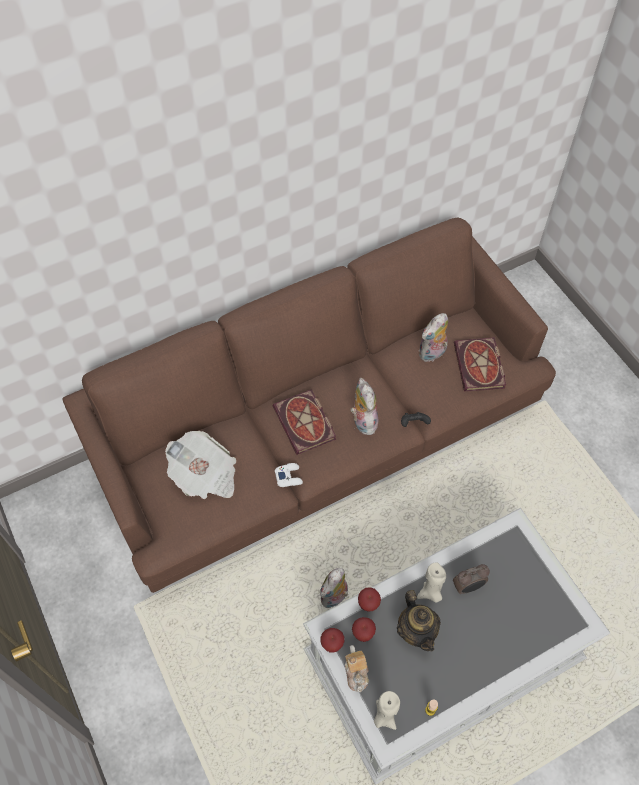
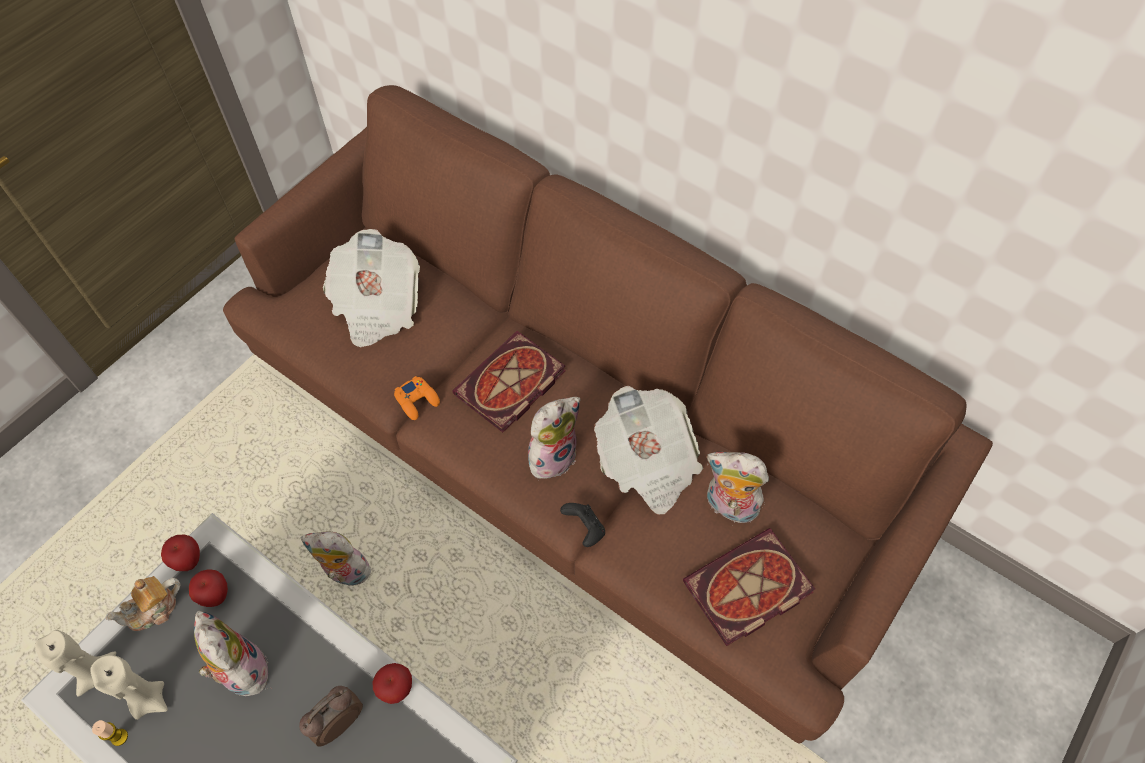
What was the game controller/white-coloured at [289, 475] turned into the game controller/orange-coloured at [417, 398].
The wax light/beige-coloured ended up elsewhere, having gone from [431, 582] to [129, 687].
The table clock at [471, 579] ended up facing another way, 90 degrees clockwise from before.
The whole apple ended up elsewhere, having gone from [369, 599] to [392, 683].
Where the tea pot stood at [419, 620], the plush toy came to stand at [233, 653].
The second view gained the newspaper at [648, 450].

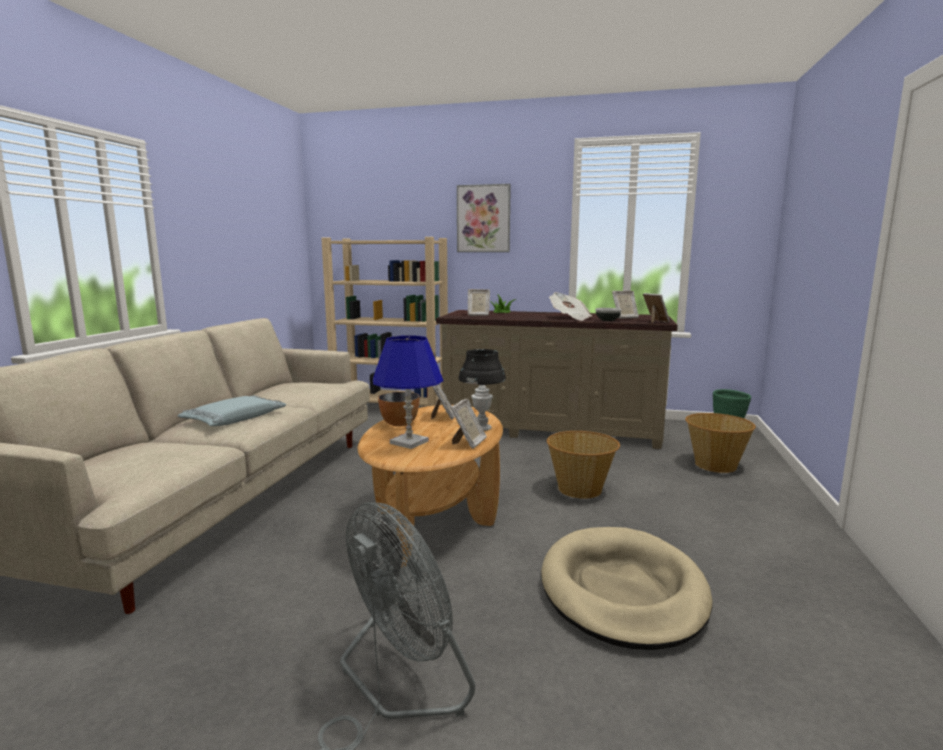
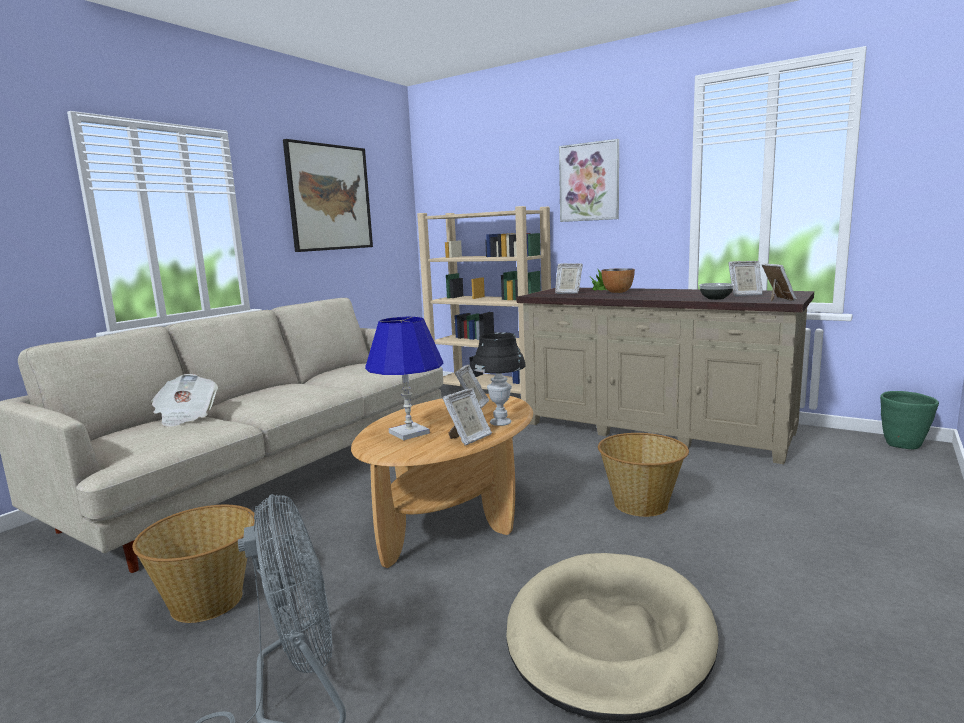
The newspaper ended up elsewhere, having gone from [570, 306] to [184, 400].
The deep dish ended up elsewhere, having gone from [399, 409] to [618, 280].
The second view lost the pillow/bluish at [232, 410].
The basket ended up elsewhere, having gone from [720, 443] to [194, 564].
The second view gained the picture at [328, 195].

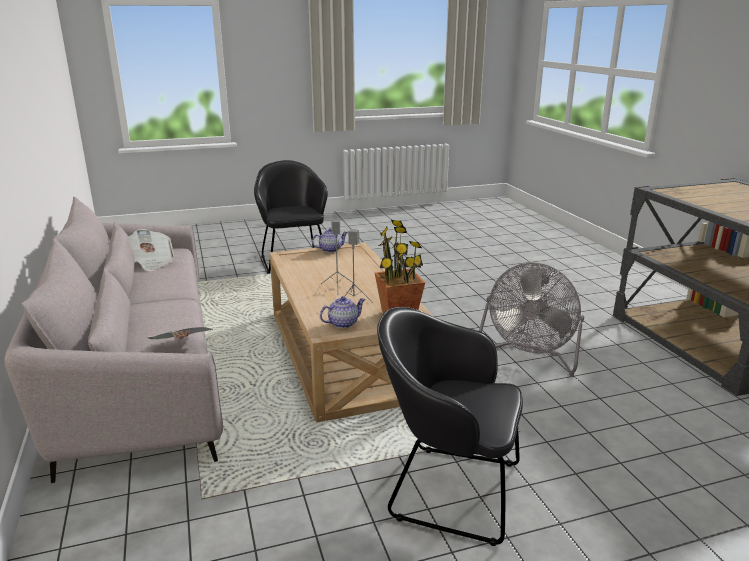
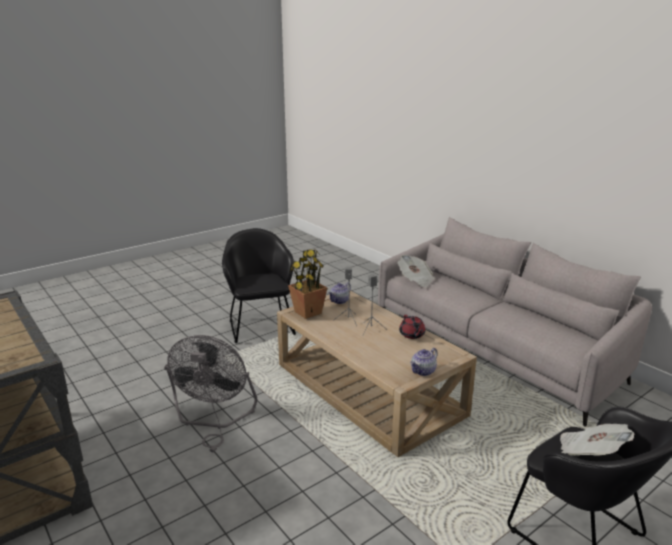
The newspaper ended up elsewhere, having gone from [150, 250] to [597, 440].
The lounge chair/black at [450, 426] ended up facing another way, 105 degrees counterclockwise from before.
The second view gained the tea pot/reddish at [412, 327].

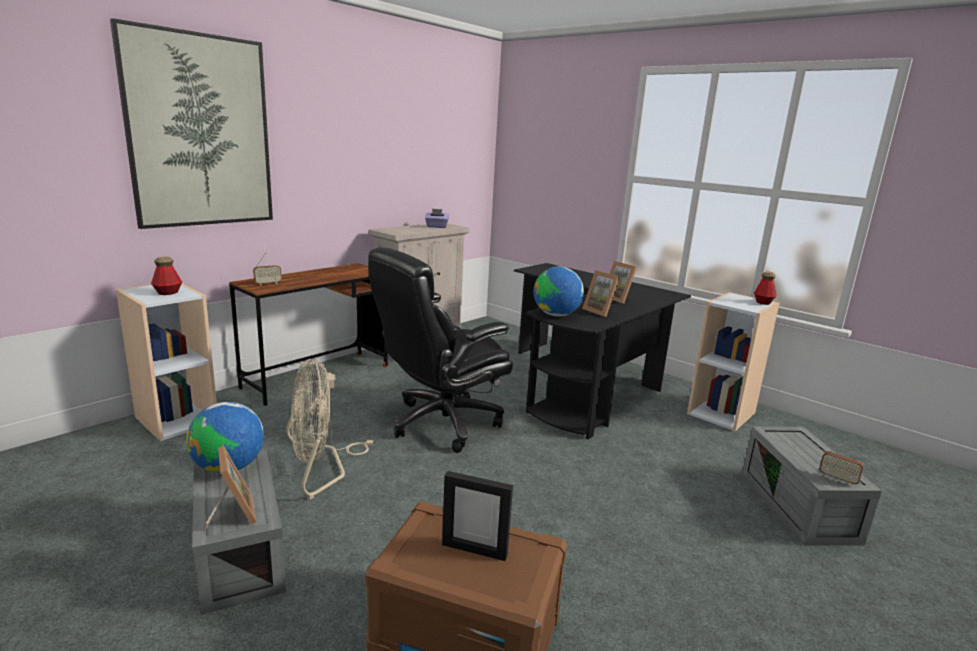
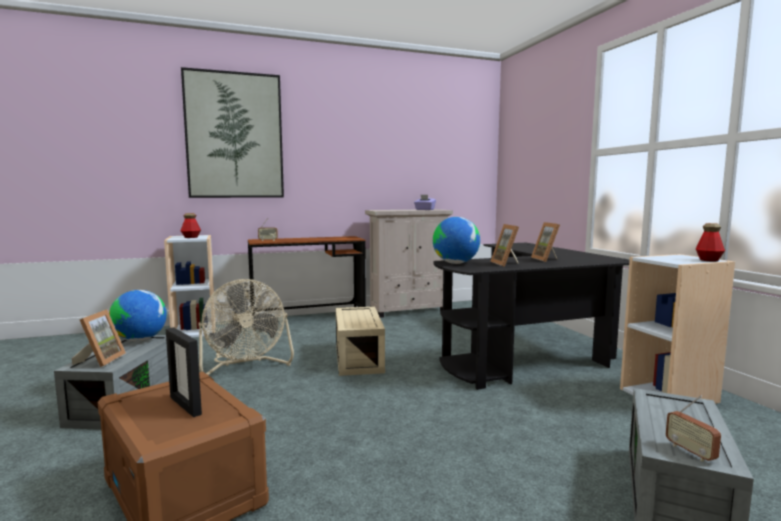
Where the computer chair/black stood at [440, 350], the storage box/beige-coloured came to stand at [360, 341].
The cooling fan/beige-coloured at [330, 429] ended up facing another way, 120 degrees counterclockwise from before.

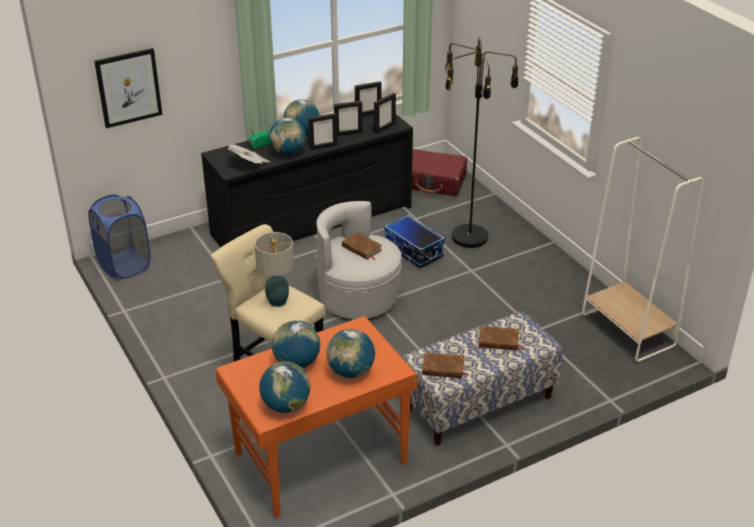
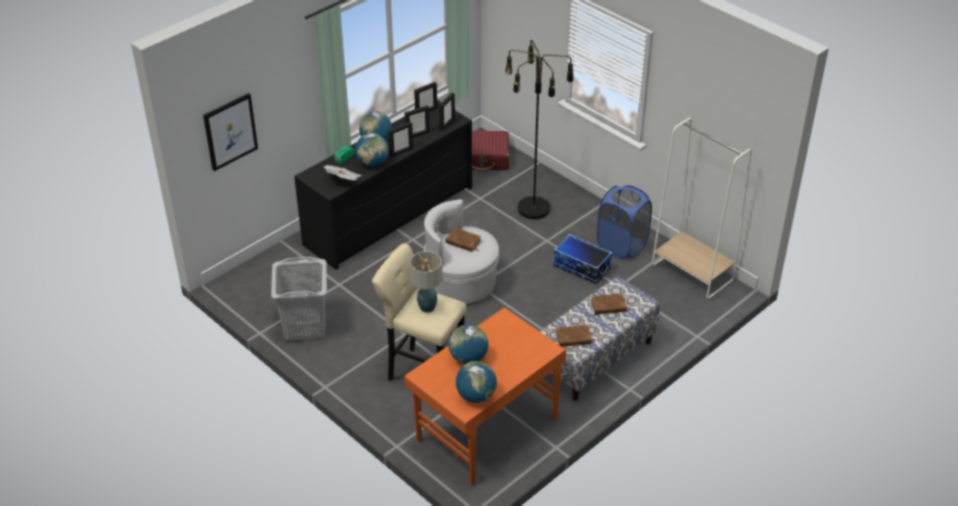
The laundry basket/bluish ended up elsewhere, having gone from [119, 237] to [624, 222].
The storage box ended up elsewhere, having gone from [414, 241] to [583, 259].
The second view lost the desk globe at [350, 353].
The second view gained the laundry basket/grey at [299, 299].

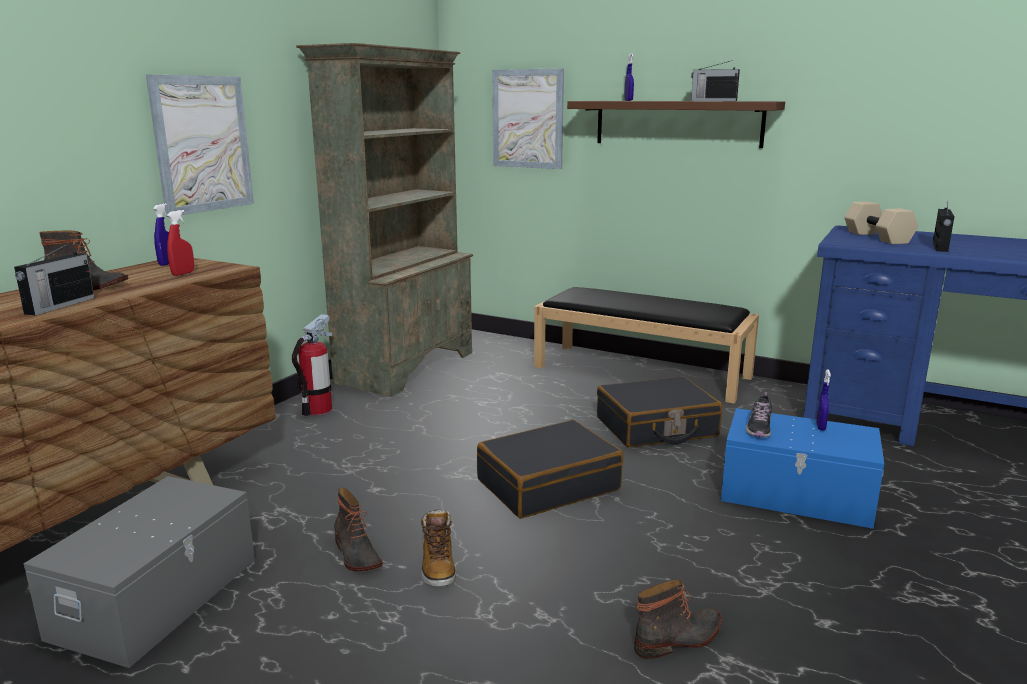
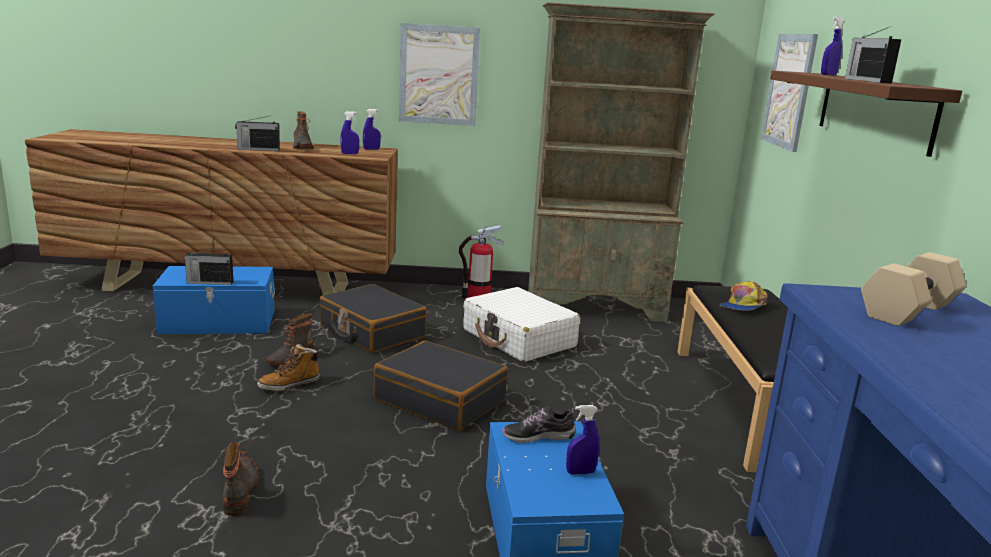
The radio set ended up elsewhere, having gone from [944, 227] to [208, 266].
What was the hand sprayer/reddish at [180, 243] turned into the hand sprayer/bluish at [349, 132].
The travel case/black ended up elsewhere, having gone from [659, 411] to [373, 318].
What was the storage box/grey at [139, 572] turned into the storage box/bluish at [214, 300].
The high-top boot at [678, 619] ended up facing another way, 135 degrees counterclockwise from before.
The second view gained the peaked cap at [743, 296].
The second view gained the travel case/white-coloured at [521, 324].

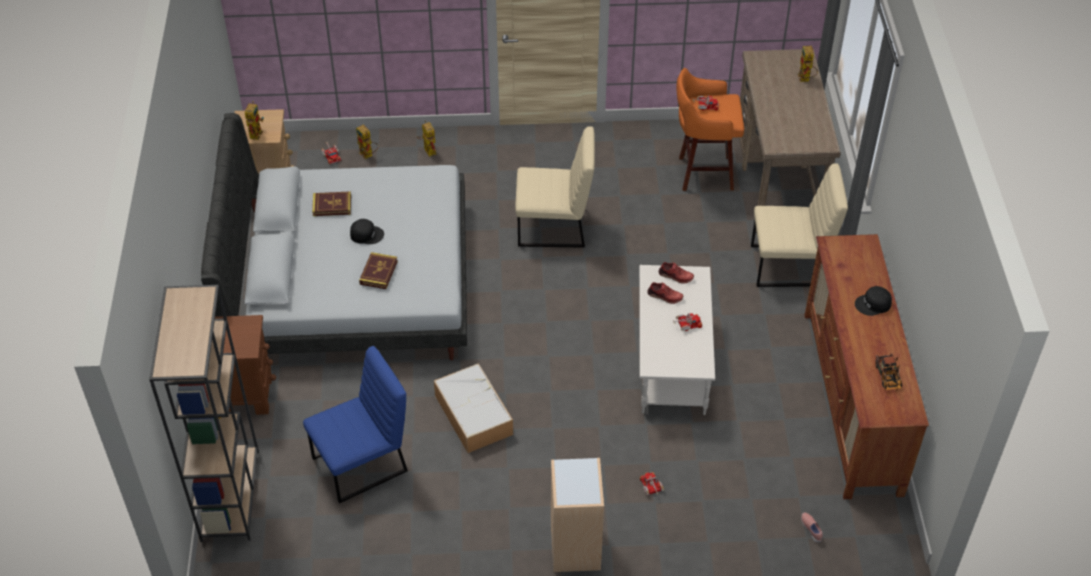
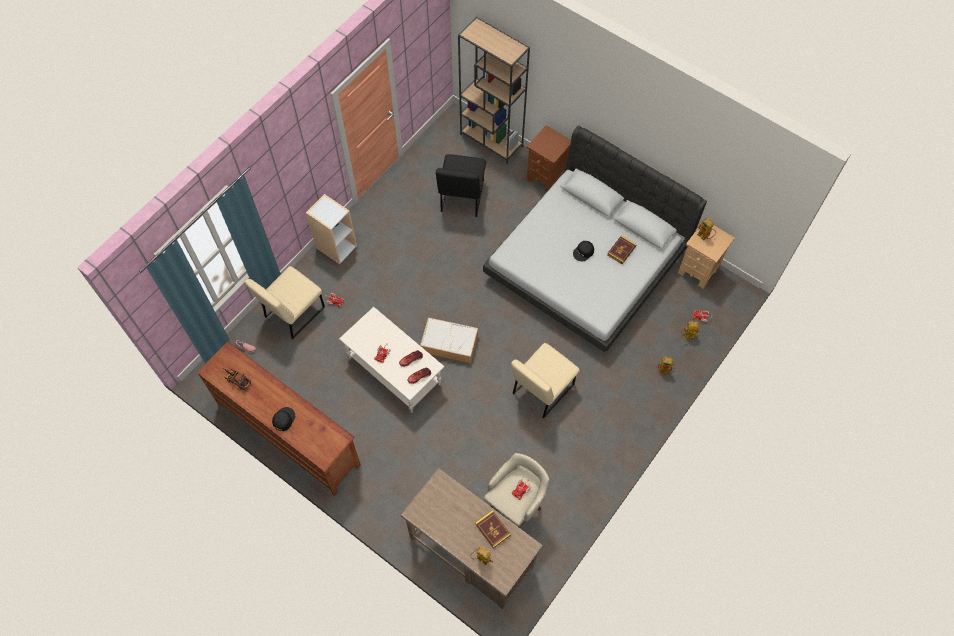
What was the stool/orange-coloured at [710, 129] turned into the stool/beige-coloured at [516, 490].
The chair/beige-coloured ended up elsewhere, having gone from [799, 225] to [285, 302].
The volume ended up elsewhere, having gone from [378, 270] to [493, 529].
What was the chair/bluish at [355, 424] turned into the chair/black at [461, 185].
The storage box ended up elsewhere, having gone from [473, 408] to [449, 340].

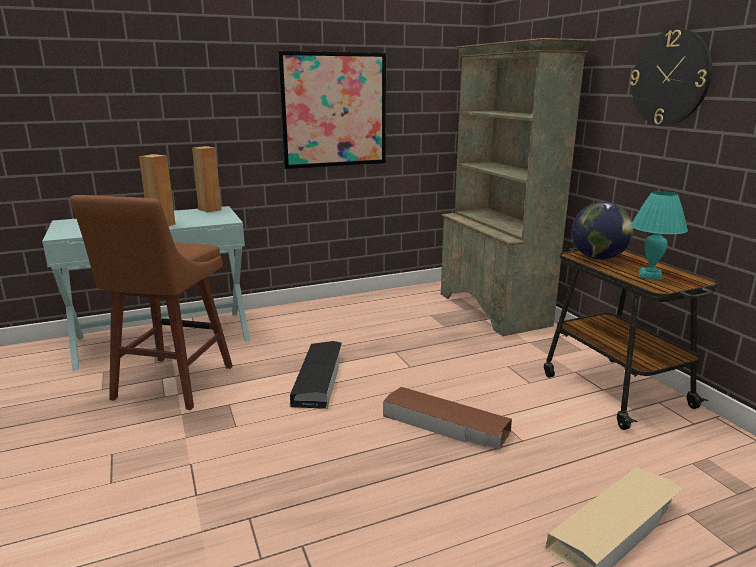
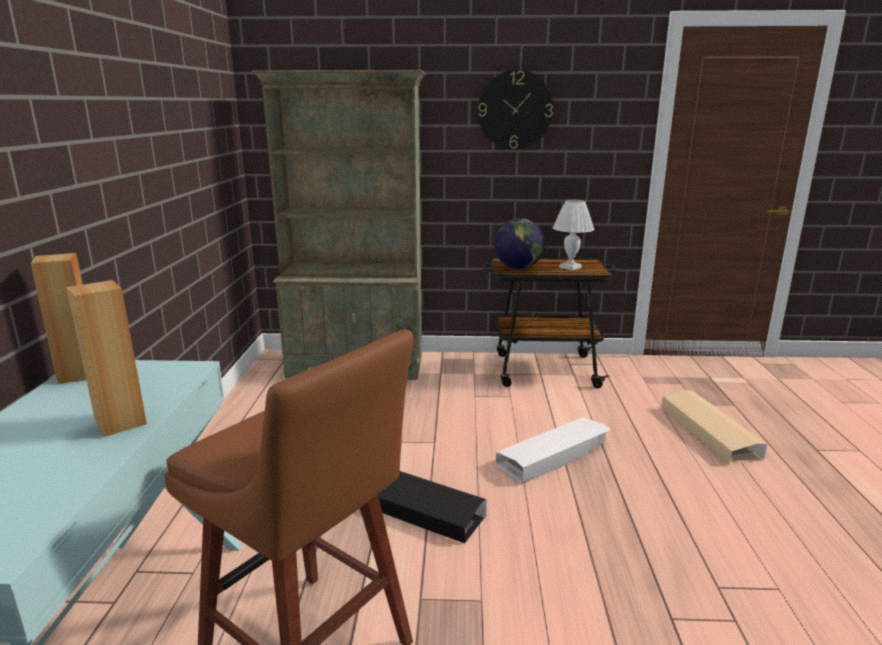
The second view lost the picture at [331, 110].
What was the table lamp/turquoise-coloured at [659, 235] turned into the table lamp/white-coloured at [573, 235].
What was the storage box/brownish at [447, 418] turned into the storage box/white-coloured at [553, 450].

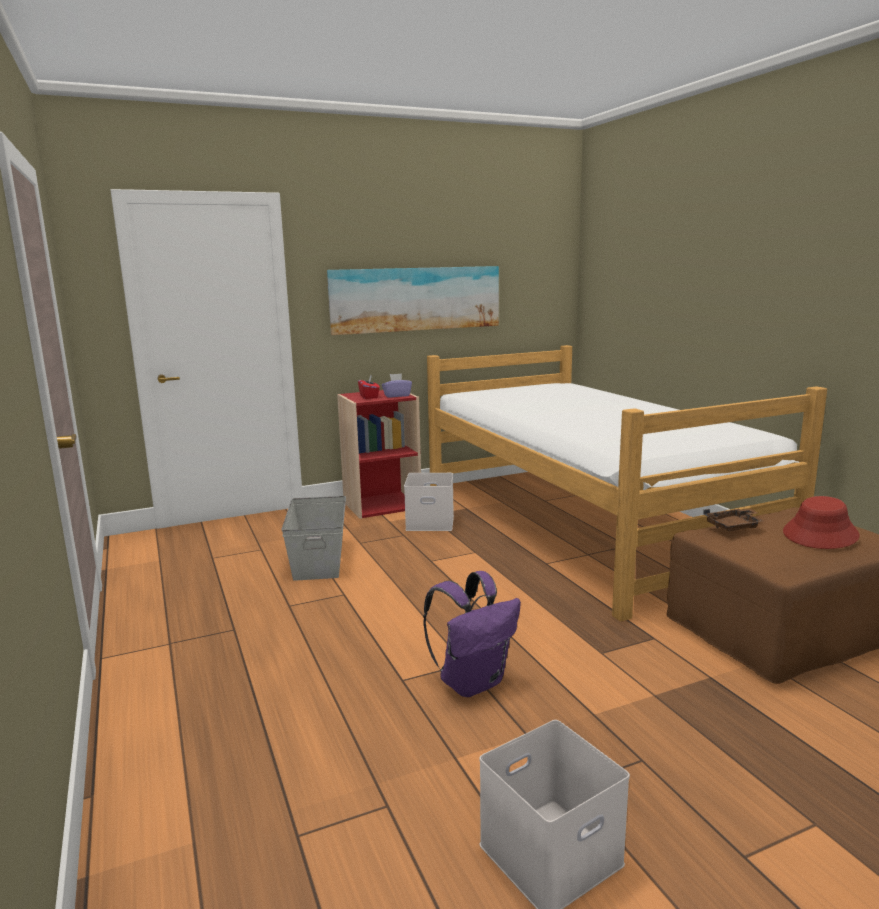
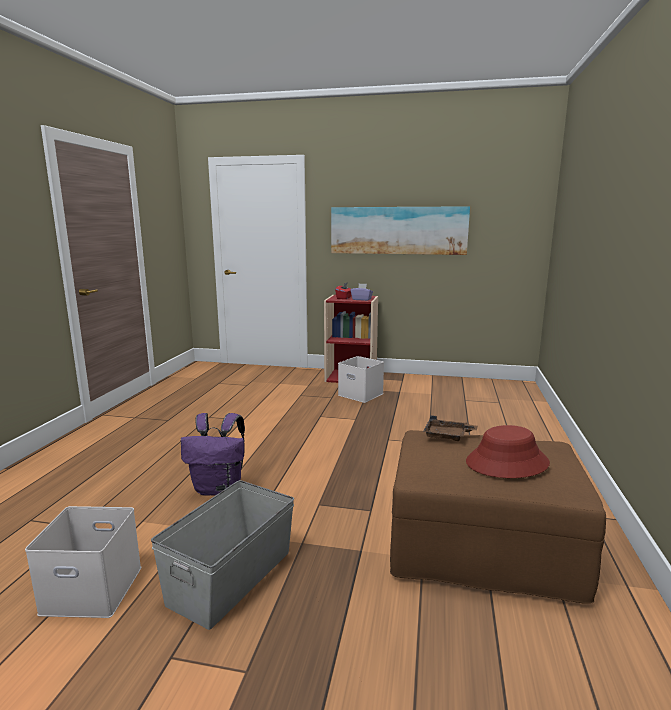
The second view lost the bed at [627, 483].
The storage box/grey ended up elsewhere, having gone from [313, 538] to [222, 555].

